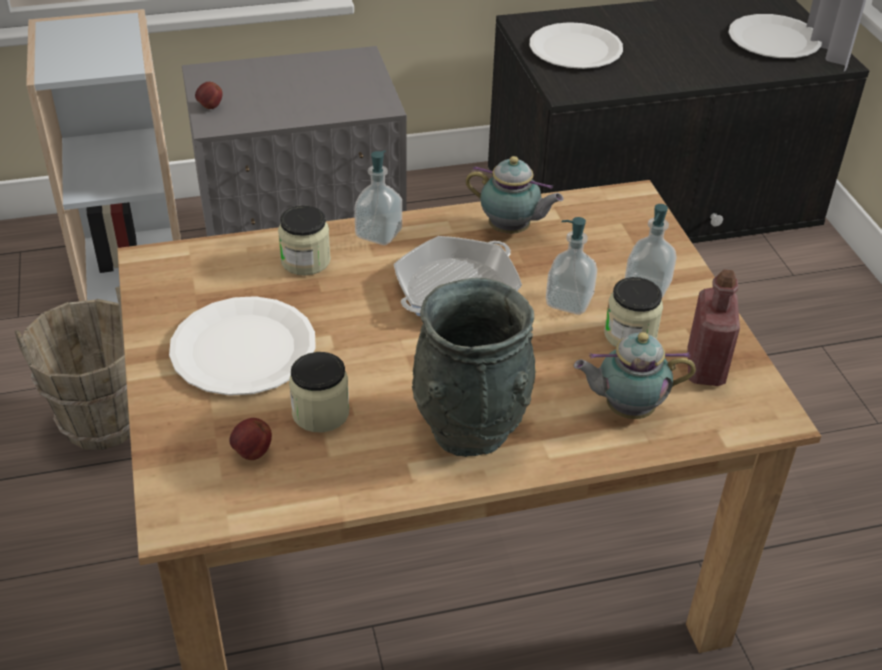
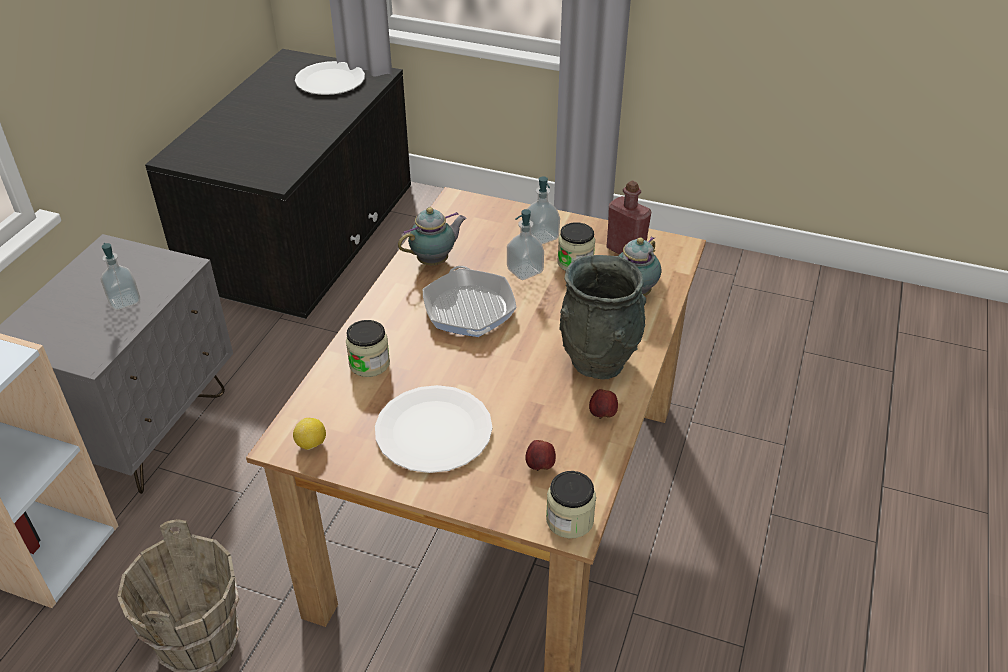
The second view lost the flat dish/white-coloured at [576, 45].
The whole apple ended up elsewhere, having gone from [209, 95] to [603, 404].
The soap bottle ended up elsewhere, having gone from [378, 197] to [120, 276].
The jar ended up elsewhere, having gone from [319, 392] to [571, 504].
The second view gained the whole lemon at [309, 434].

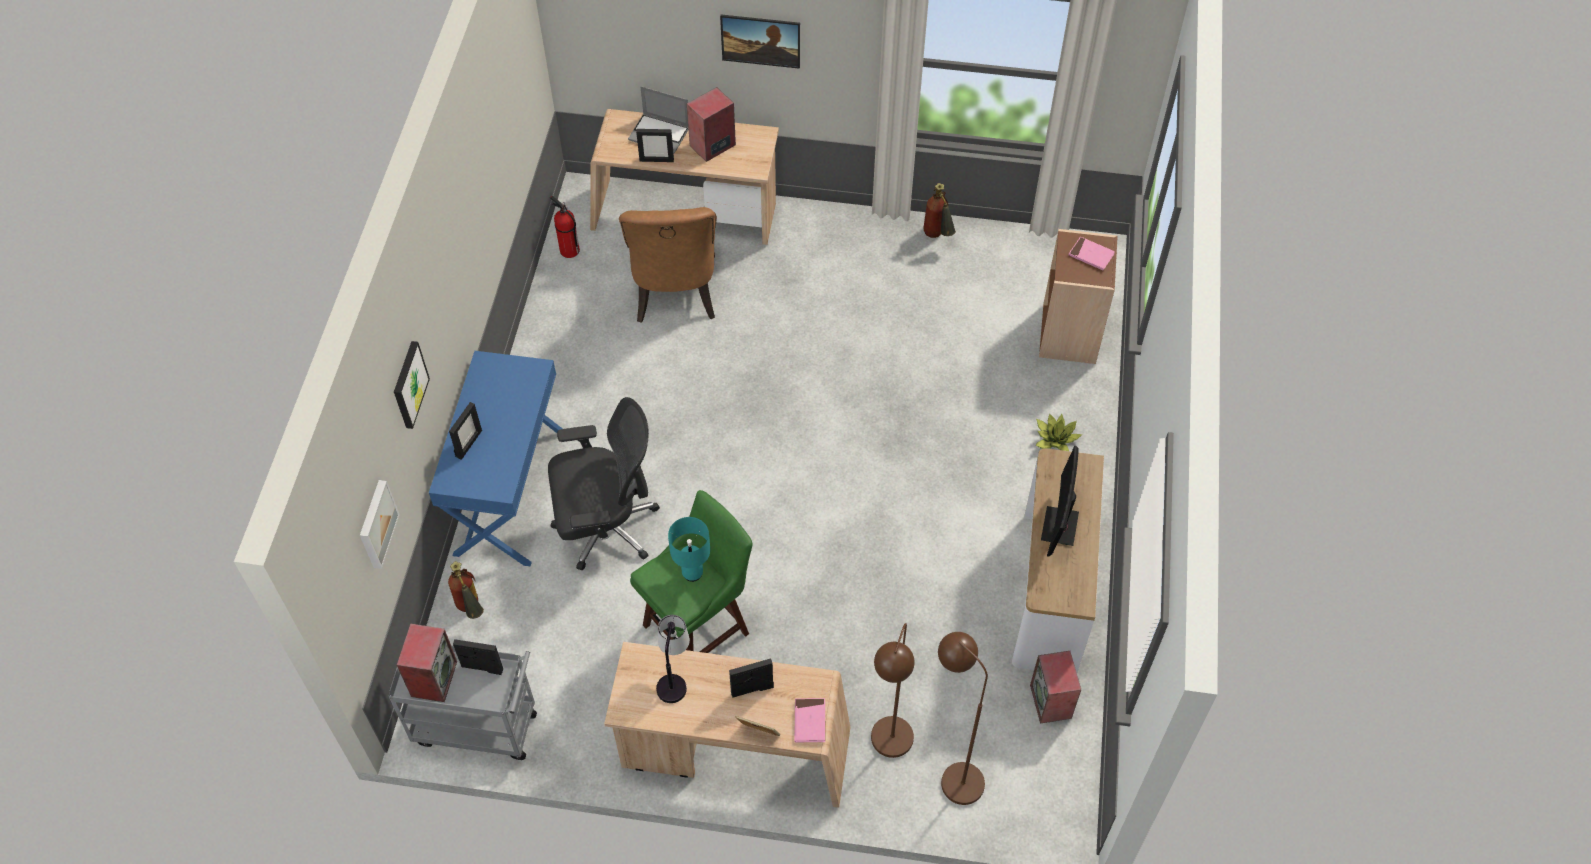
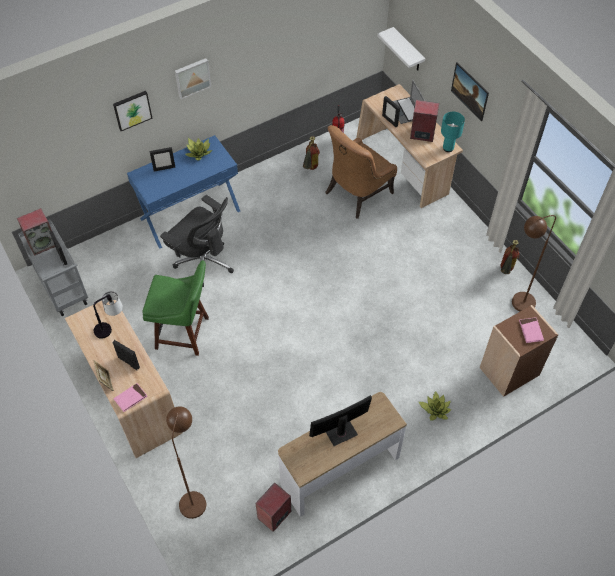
The picture ended up elsewhere, having gone from [380, 524] to [193, 78].
The table lamp/turquoise-coloured ended up elsewhere, having gone from [689, 549] to [453, 132].
The extinguisher ended up elsewhere, having gone from [466, 590] to [311, 153].
The floor lamp/brownish ended up elsewhere, having gone from [892, 690] to [534, 263].
The second view gained the wall shelf/white-coloured at [401, 49].
The second view gained the potted plant at [198, 149].

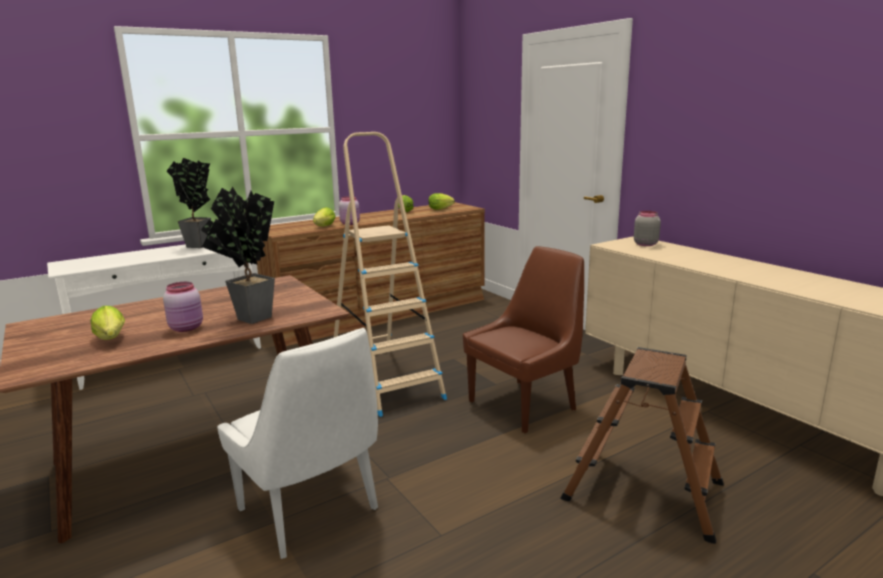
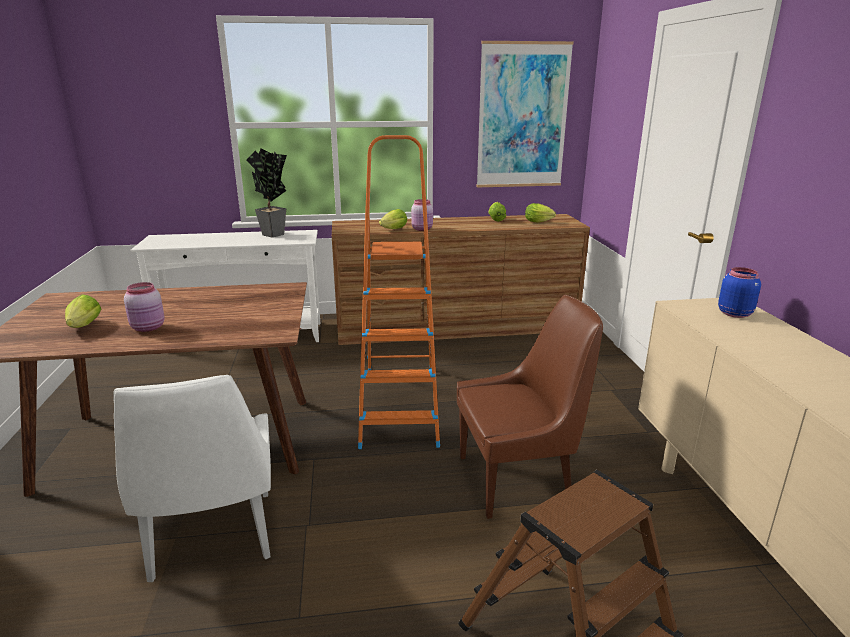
What was the stepladder/beige-coloured at [390, 274] turned into the stepladder/orange-coloured at [399, 292].
The second view lost the potted plant at [238, 255].
What was the jar/grey at [647, 228] turned into the jar/bluish at [739, 292].
The second view gained the picture at [525, 114].

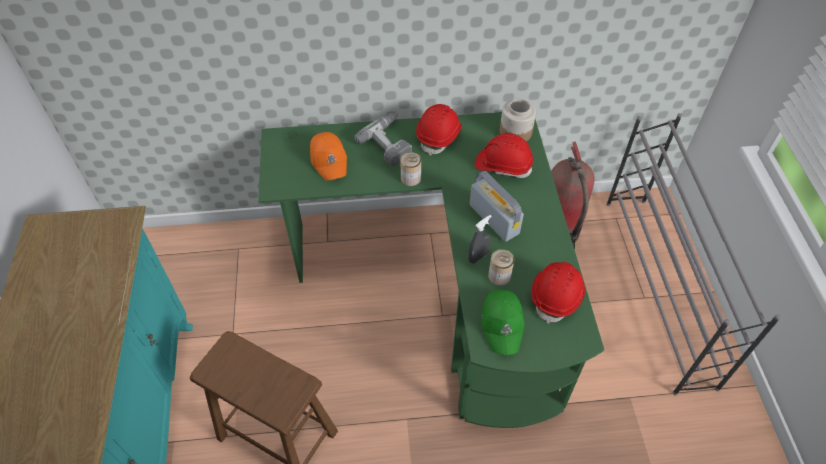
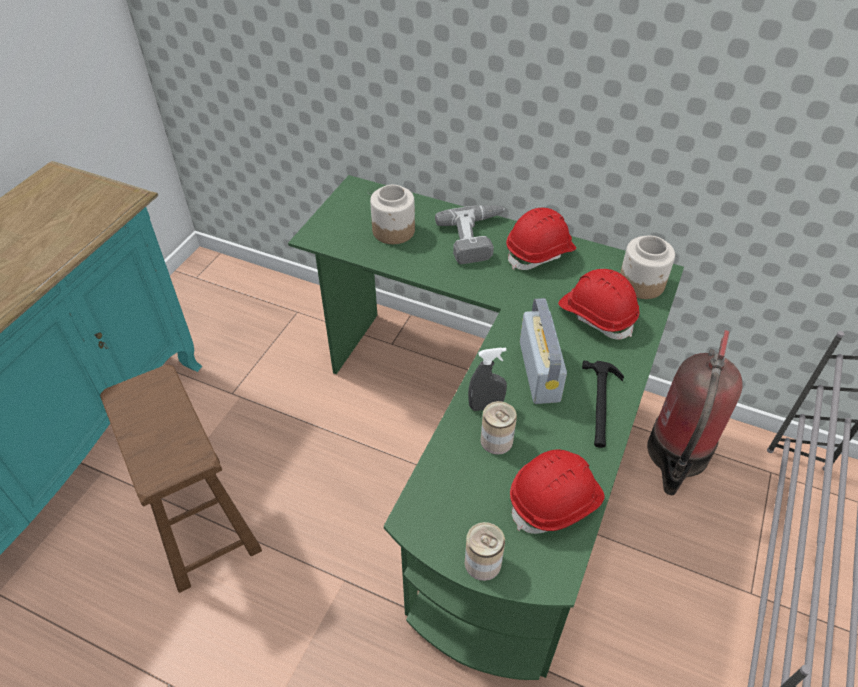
Where the peaked cap/orange-coloured stood at [328, 156], the jar came to stand at [392, 214].
The can ended up elsewhere, having gone from [410, 169] to [485, 551].
The second view lost the peaked cap/green-coloured at [503, 322].
The second view gained the hammer at [603, 404].

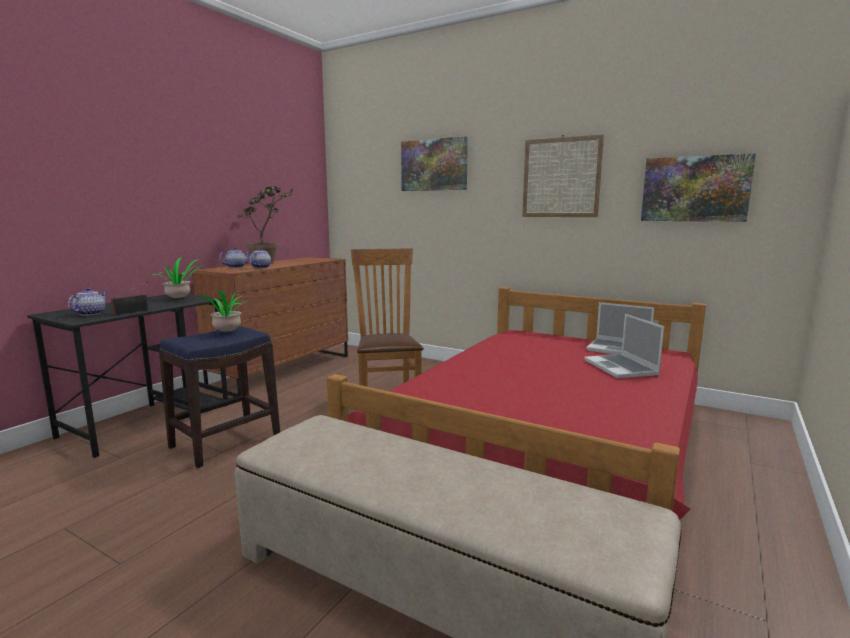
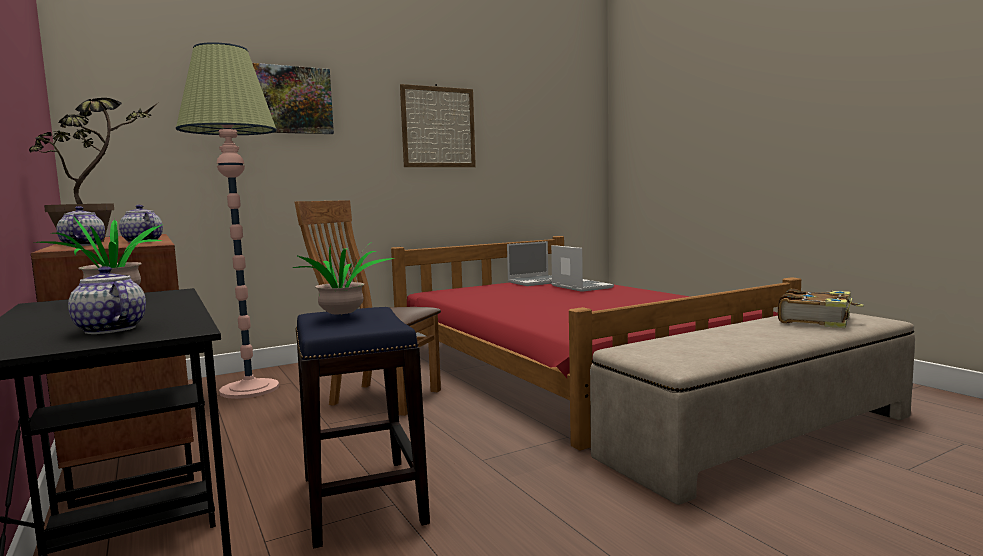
The second view lost the picture at [698, 187].
The second view lost the radio set at [129, 298].
The portable computer at [624, 346] ended up facing another way, 135 degrees counterclockwise from before.
The second view gained the floor lamp at [227, 220].
The second view gained the volume at [821, 308].

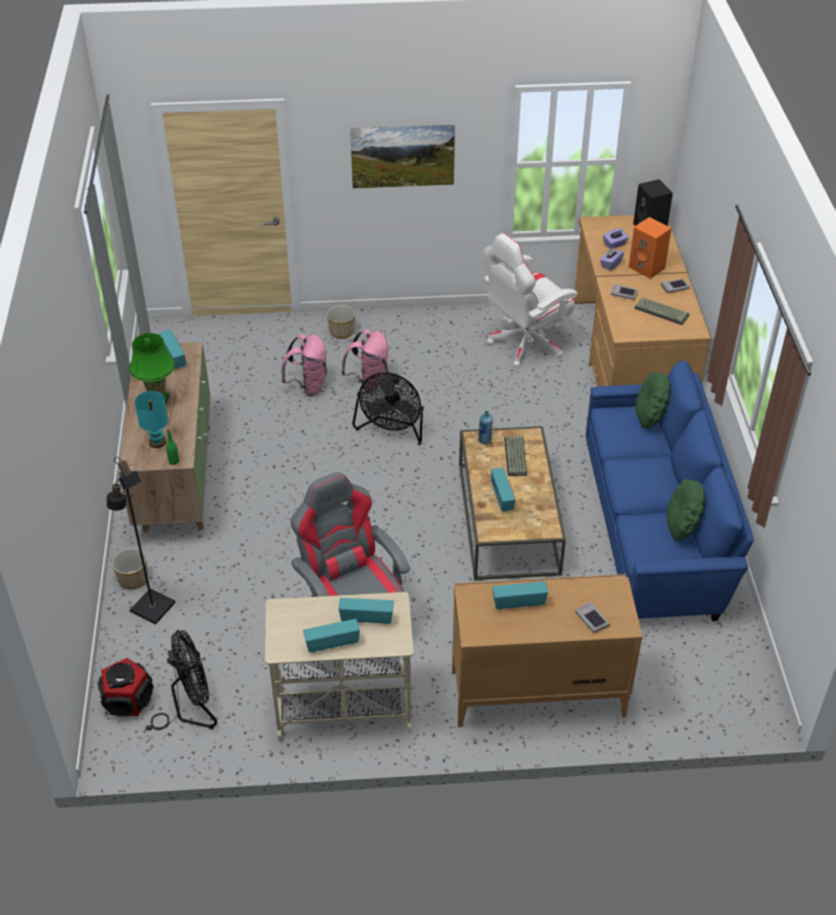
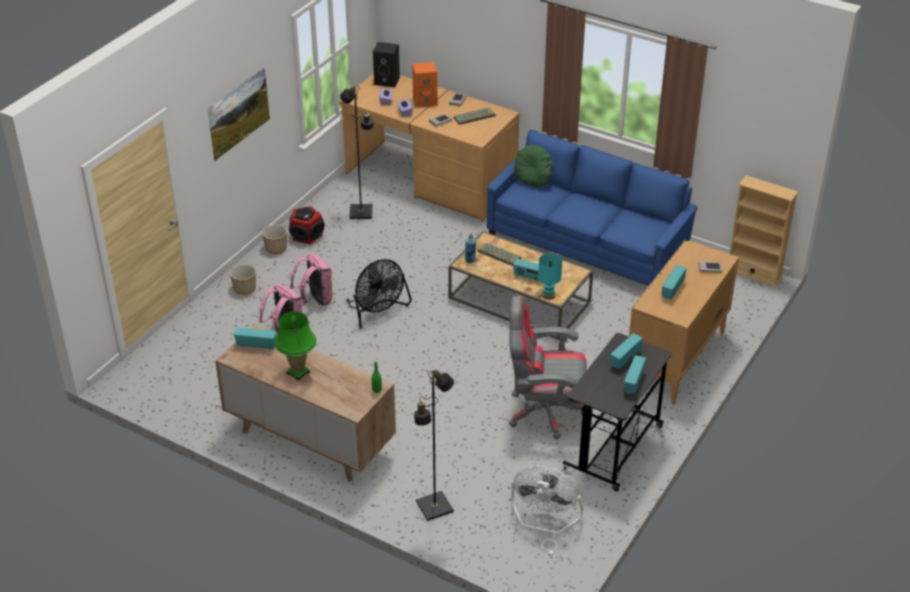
Where the computer chair/white-coloured stood at [530, 300], the floor lamp/black came to stand at [357, 152].
The table lamp/turquoise-coloured ended up elsewhere, having gone from [151, 419] to [550, 276].
The second view lost the pillow/green-coloured at [685, 509].
The plant pot ended up elsewhere, having gone from [130, 569] to [274, 239].
What was the desk unit/beige-coloured at [339, 666] turned into the desk unit/black at [617, 412].
What was the cooling fan/black at [180, 680] turned into the cooling fan/white-coloured at [547, 511].
The loudspeaker ended up elsewhere, having gone from [126, 687] to [307, 225].
The second view gained the bookshelf/beige-coloured at [763, 231].

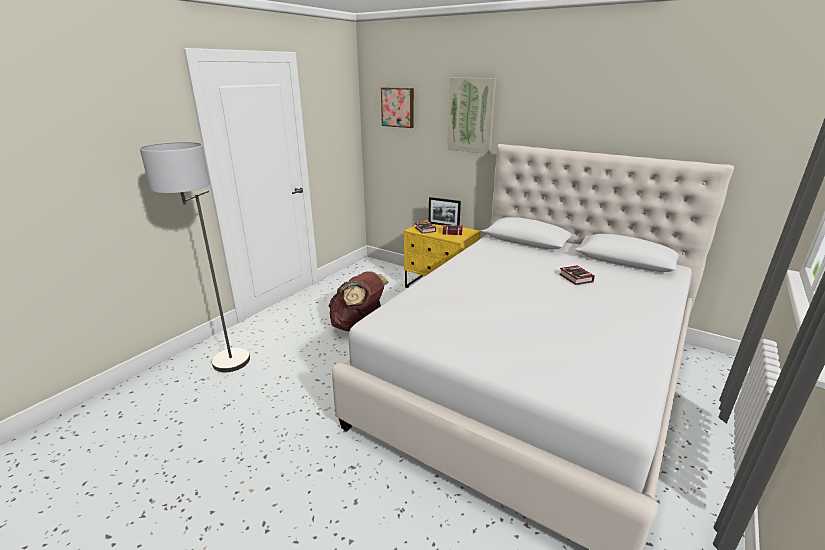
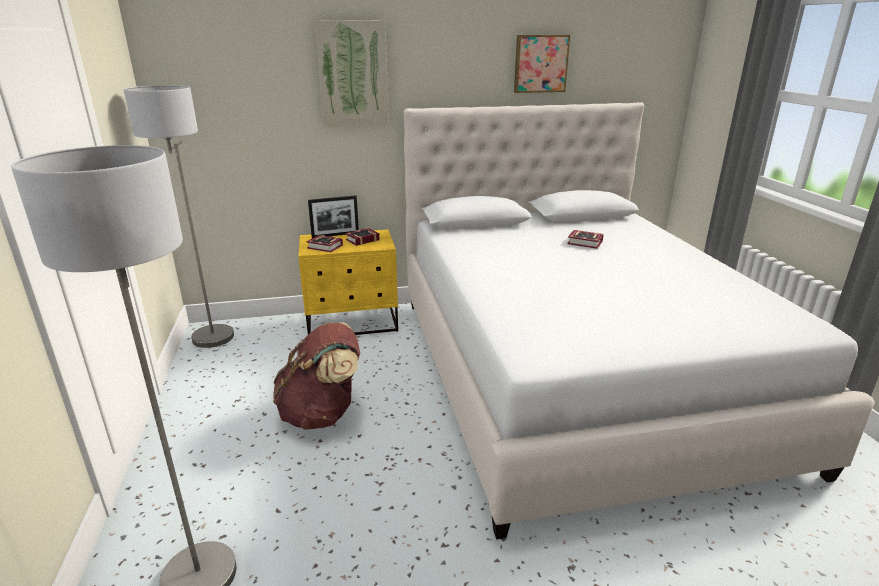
The picture ended up elsewhere, having gone from [397, 107] to [542, 64].
The second view gained the floor lamp/grey at [179, 216].

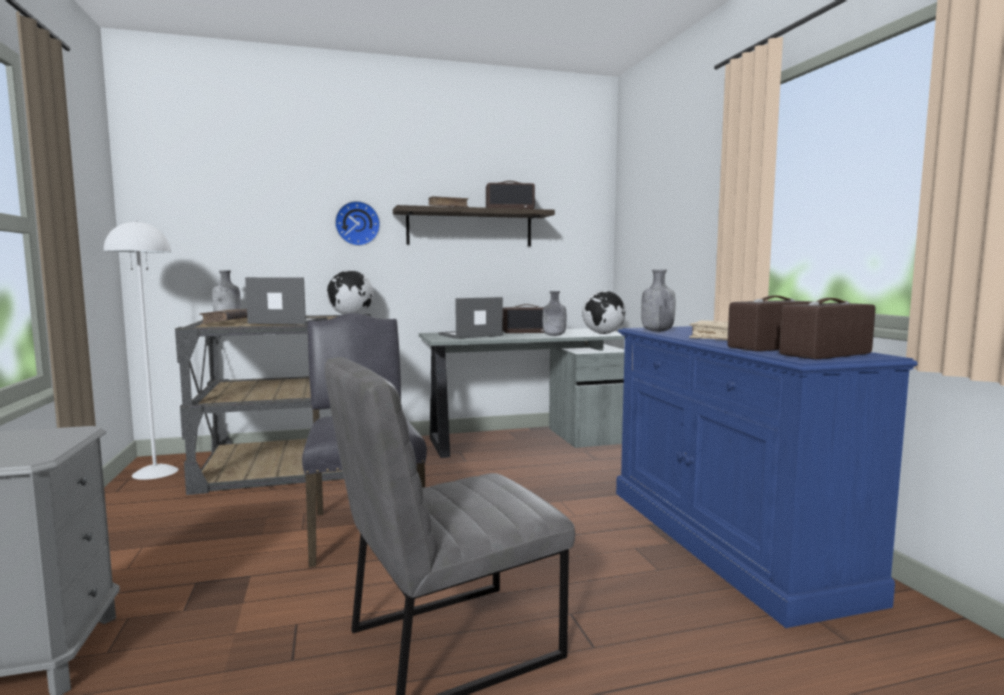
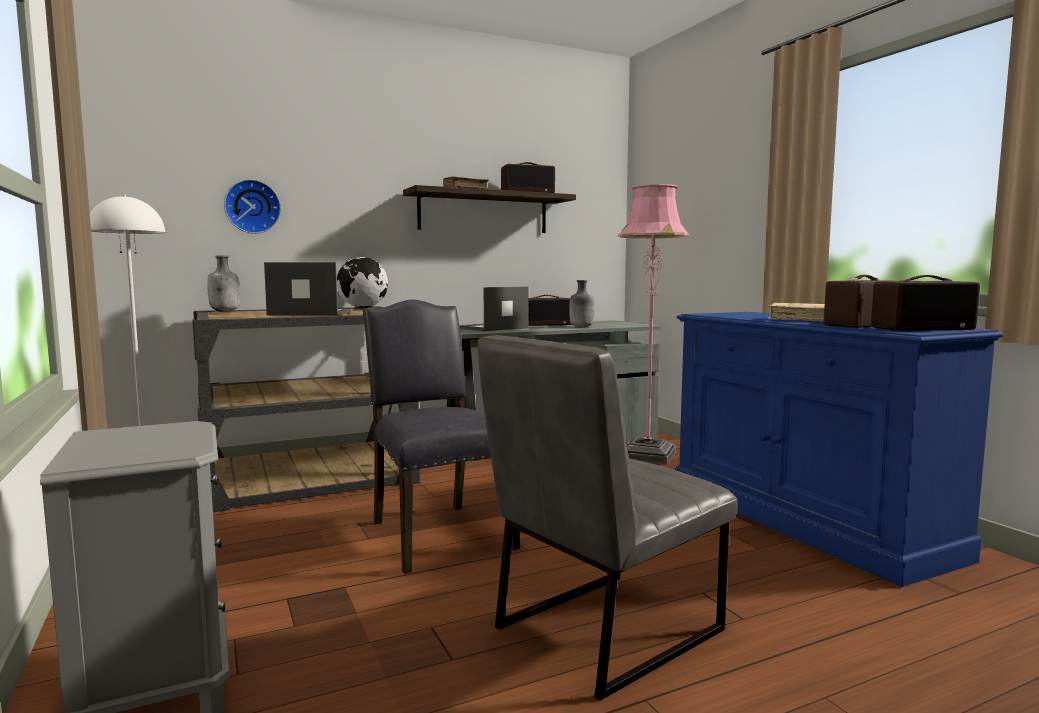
The clock on the wall ended up elsewhere, having gone from [357, 223] to [252, 206].
The second view lost the bottle/grey at [658, 301].
The second view lost the desk globe at [604, 312].
The radio set at [827, 328] ended up facing another way, 150 degrees counterclockwise from before.
The second view lost the volume/brownish at [223, 316].
The second view gained the floor lamp/pinkish at [653, 324].

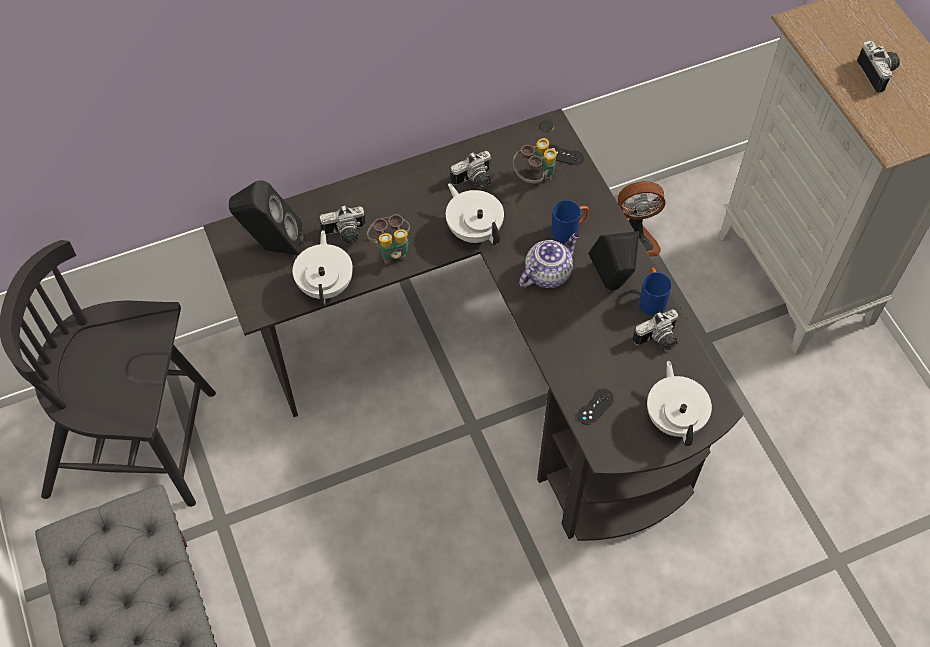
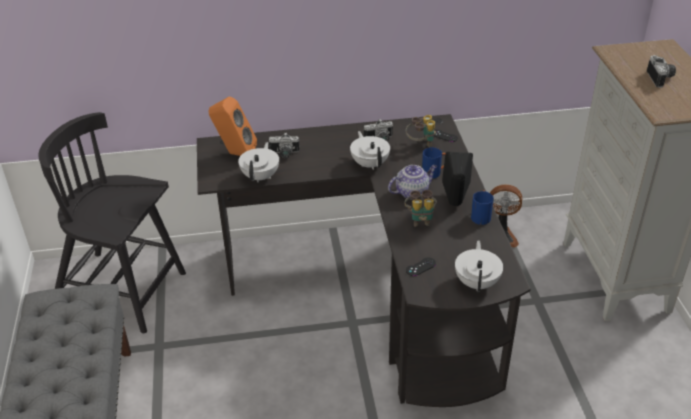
What was the loudspeaker/black at [266, 217] turned into the loudspeaker/orange-coloured at [232, 126].
The binoculars ended up elsewhere, having gone from [388, 239] to [421, 208].
The second view lost the photo camera at [655, 330].

